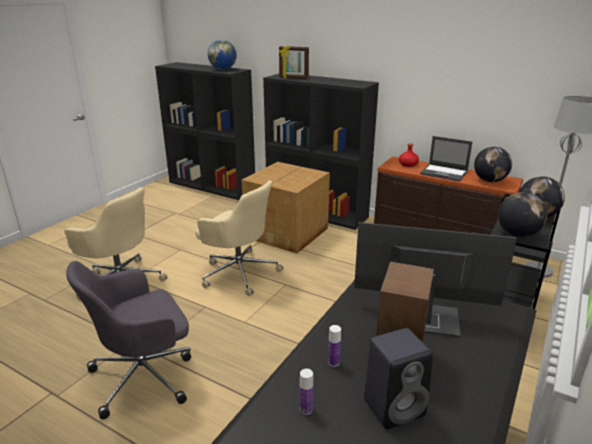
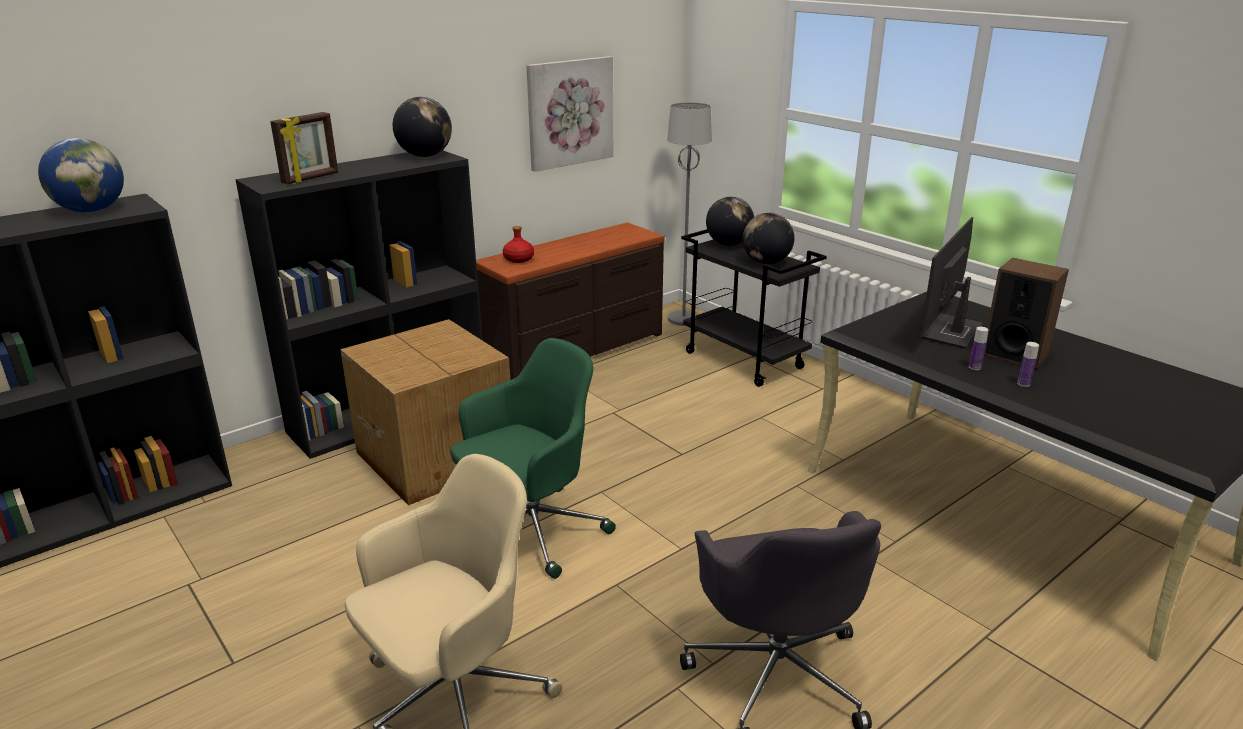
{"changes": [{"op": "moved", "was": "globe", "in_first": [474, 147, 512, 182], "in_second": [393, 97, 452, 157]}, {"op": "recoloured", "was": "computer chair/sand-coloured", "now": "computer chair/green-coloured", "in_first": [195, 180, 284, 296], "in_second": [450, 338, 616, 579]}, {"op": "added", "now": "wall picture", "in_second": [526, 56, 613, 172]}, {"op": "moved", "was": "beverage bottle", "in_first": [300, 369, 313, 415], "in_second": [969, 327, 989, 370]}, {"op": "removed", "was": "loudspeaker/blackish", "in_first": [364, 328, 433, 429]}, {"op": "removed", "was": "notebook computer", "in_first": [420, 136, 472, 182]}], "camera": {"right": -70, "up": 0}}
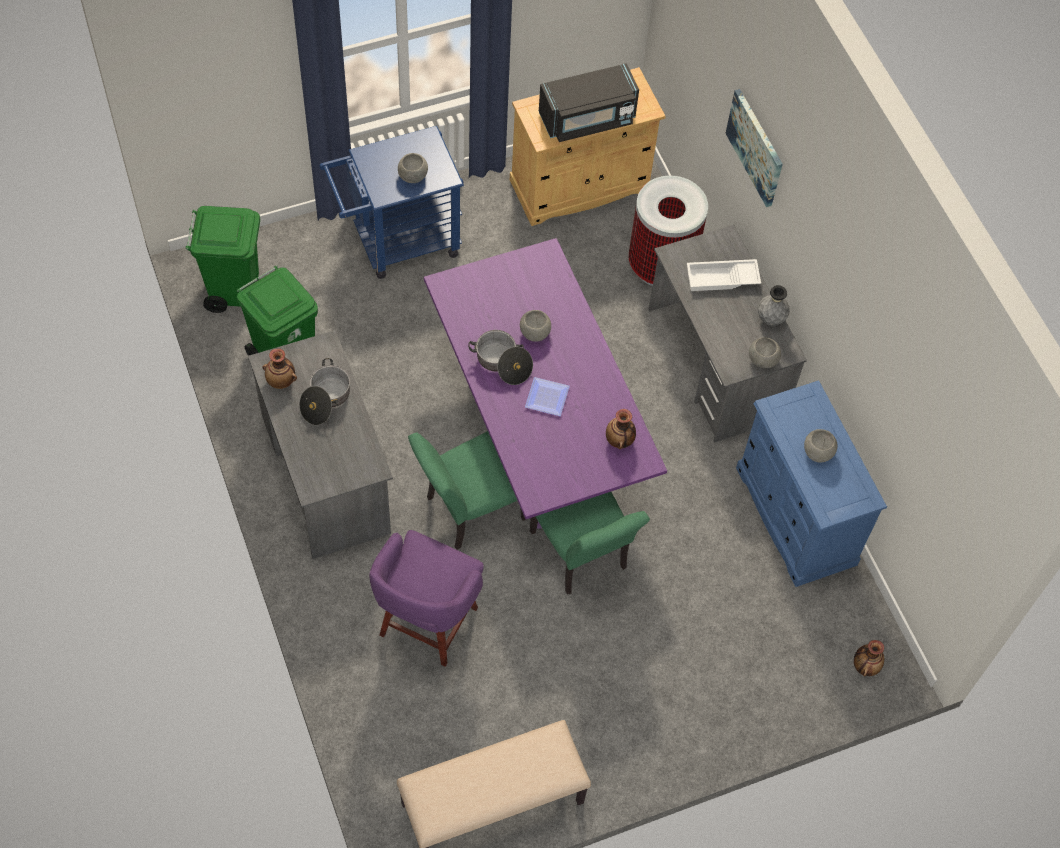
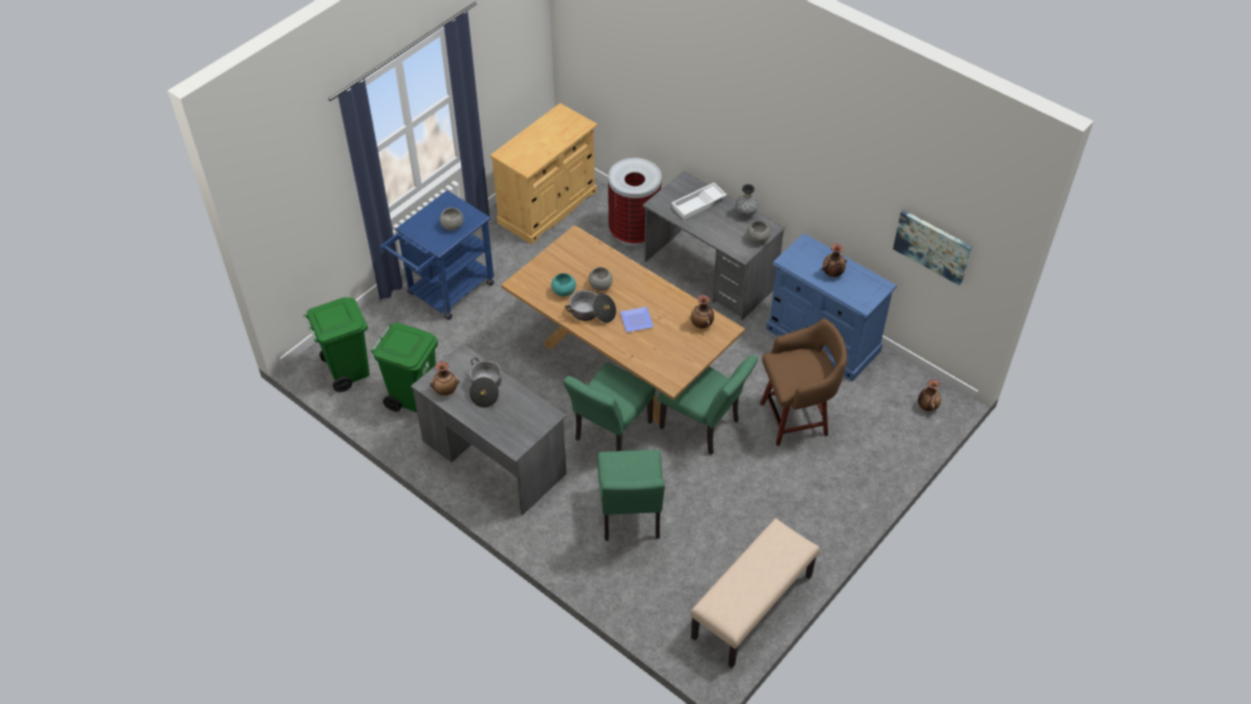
{"changes": [{"op": "recoloured", "was": "dining table/purplish", "now": "dining table/brownish", "in_first": [424, 238, 667, 528], "in_second": [501, 225, 745, 425]}, {"op": "added", "now": "bowl/turquoise-coloured", "in_second": [551, 273, 576, 296]}, {"op": "replaced", "was": "sitting stool/purplish", "now": "chair/green-coloured", "in_first": [369, 530, 484, 667], "in_second": [597, 450, 665, 541]}, {"op": "added", "now": "sitting stool/brownish", "in_second": [760, 318, 847, 446]}, {"op": "replaced", "was": "bowl/grey", "now": "flower vase", "in_first": [804, 429, 837, 463], "in_second": [822, 244, 847, 277]}, {"op": "moved", "was": "wall picture", "in_first": [725, 89, 783, 207], "in_second": [893, 210, 972, 286]}, {"op": "removed", "was": "microwave oven/blackish", "in_first": [539, 63, 639, 142]}], "camera": {"right": -25, "up": -10}}
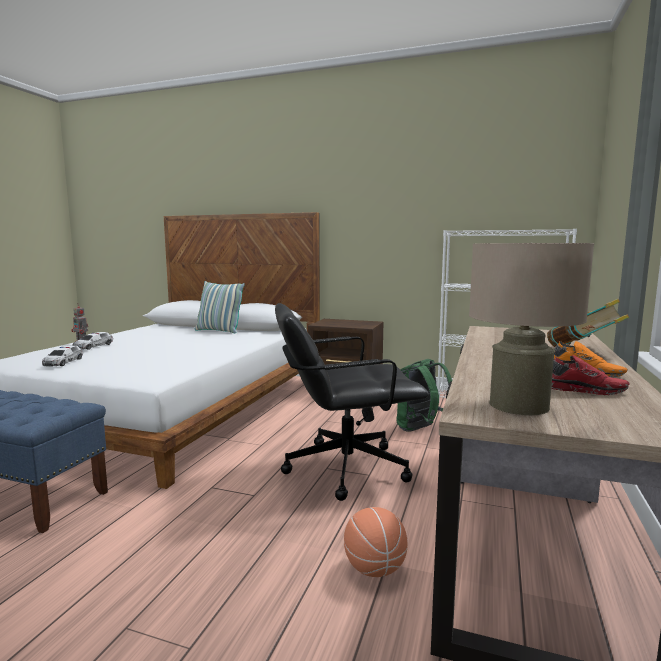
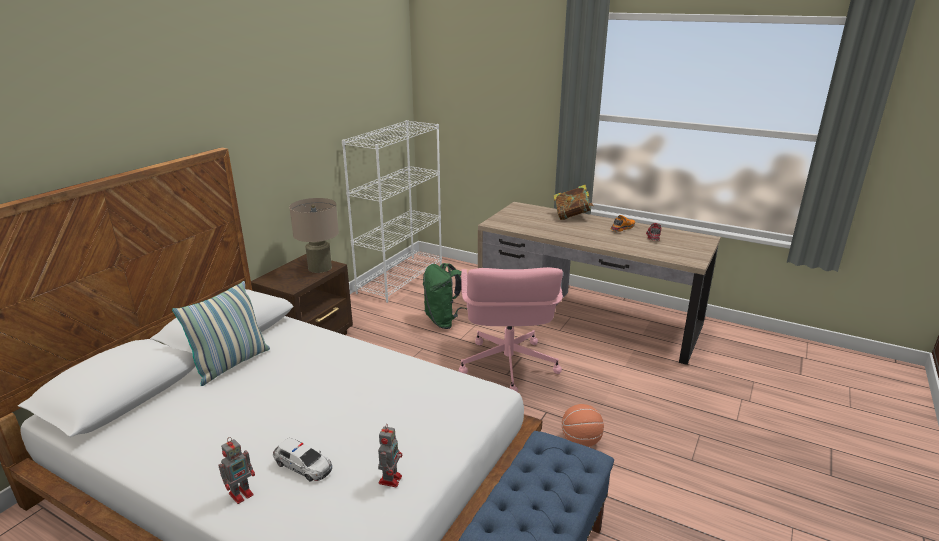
{"changes": [{"op": "moved", "was": "table lamp/sand-coloured", "in_first": [469, 243, 594, 415], "in_second": [289, 198, 339, 273]}, {"op": "replaced", "was": "model car", "now": "model robot", "in_first": [42, 345, 83, 366], "in_second": [378, 423, 402, 487]}, {"op": "recoloured", "was": "computer chair/blackish", "now": "computer chair/pink", "in_first": [275, 303, 429, 501], "in_second": [459, 267, 563, 392]}, {"op": "moved", "was": "basketball ball", "in_first": [344, 507, 407, 577], "in_second": [562, 404, 604, 447]}], "camera": {"right": -80, "up": 15}}
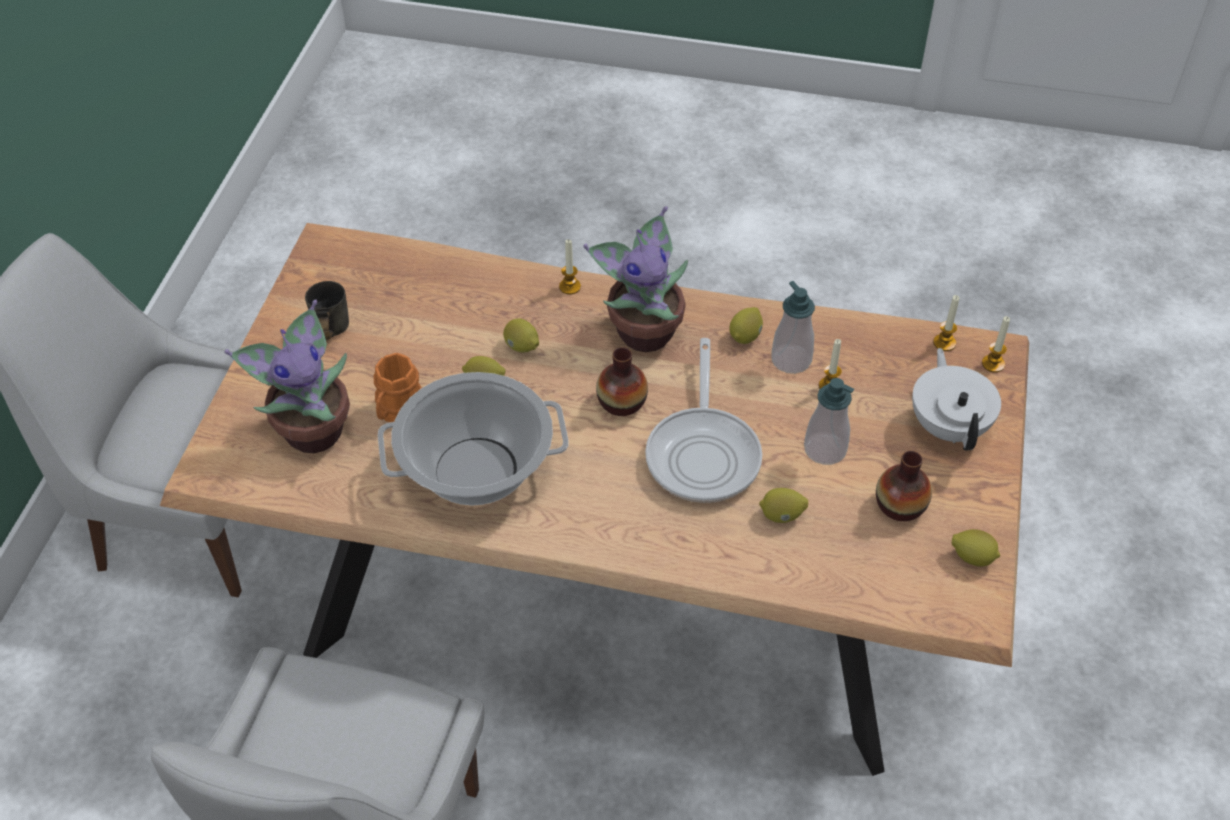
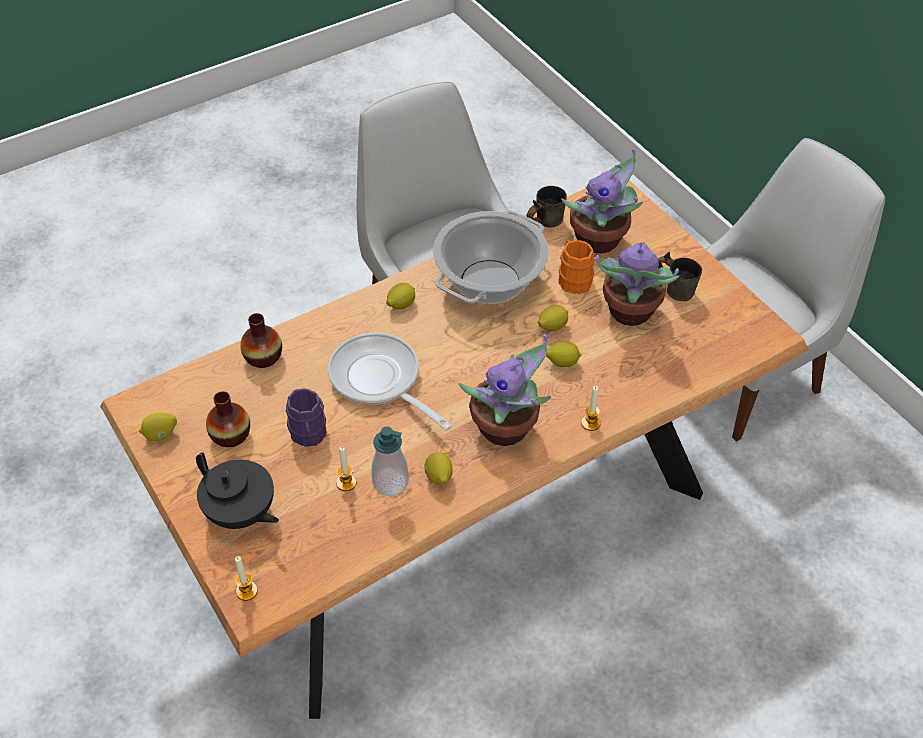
{"changes": [{"op": "recoloured", "was": "pot for tea/white", "now": "pot for tea/blackish", "in_first": [912, 348, 1001, 451], "in_second": [196, 452, 279, 529]}, {"op": "moved", "was": "flower vase", "in_first": [596, 347, 648, 416], "in_second": [240, 313, 282, 368]}, {"op": "replaced", "was": "soap bottle", "now": "tea mug/purplish", "in_first": [804, 378, 854, 465], "in_second": [286, 388, 327, 447]}, {"op": "moved", "was": "citrus fruit", "in_first": [759, 488, 808, 523], "in_second": [386, 283, 415, 309]}, {"op": "added", "now": "tea mug/grey", "in_second": [526, 186, 567, 228]}, {"op": "added", "now": "potted plant", "in_second": [596, 242, 679, 326]}, {"op": "removed", "was": "candle", "in_first": [933, 295, 959, 351]}], "camera": {"right": 135, "up": 0}}
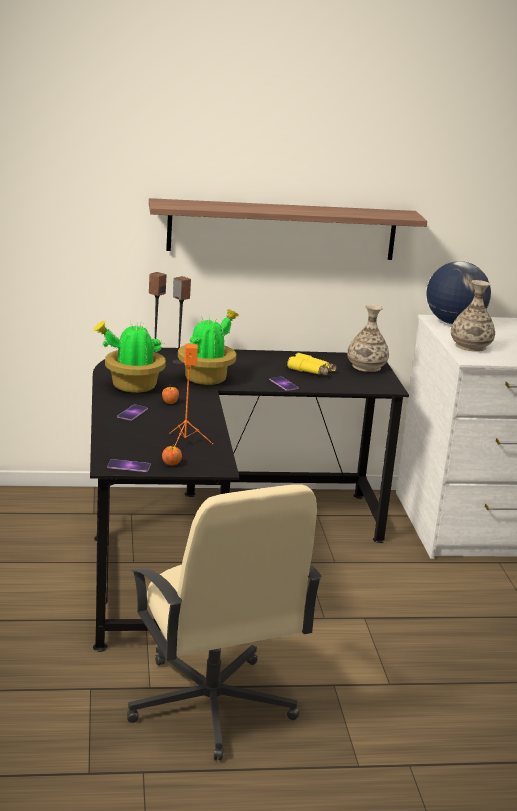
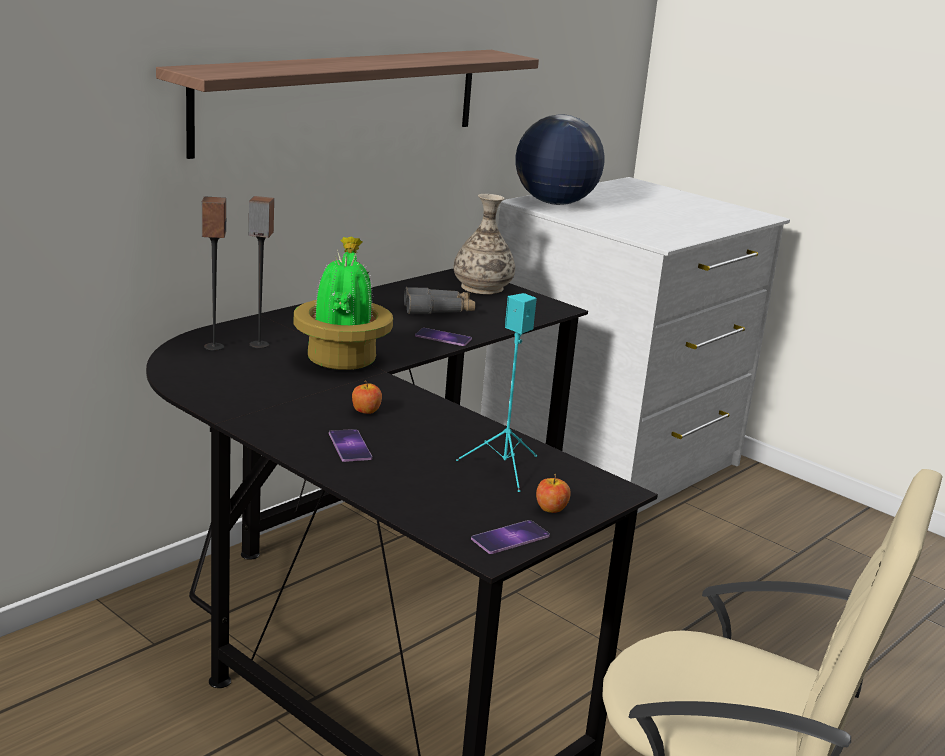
{"changes": [{"op": "recoloured", "was": "binoculars/yellow-coloured", "now": "binoculars/grey", "in_first": [287, 352, 337, 375], "in_second": [404, 287, 475, 314]}, {"op": "recoloured", "was": "loudspeaker/orange", "now": "loudspeaker/turquoise-coloured", "in_first": [169, 344, 213, 447], "in_second": [456, 293, 537, 492]}, {"op": "removed", "was": "potted plant", "in_first": [93, 320, 166, 393]}, {"op": "removed", "was": "flower vase", "in_first": [451, 280, 495, 351]}], "camera": {"right": -40, "up": 0}}
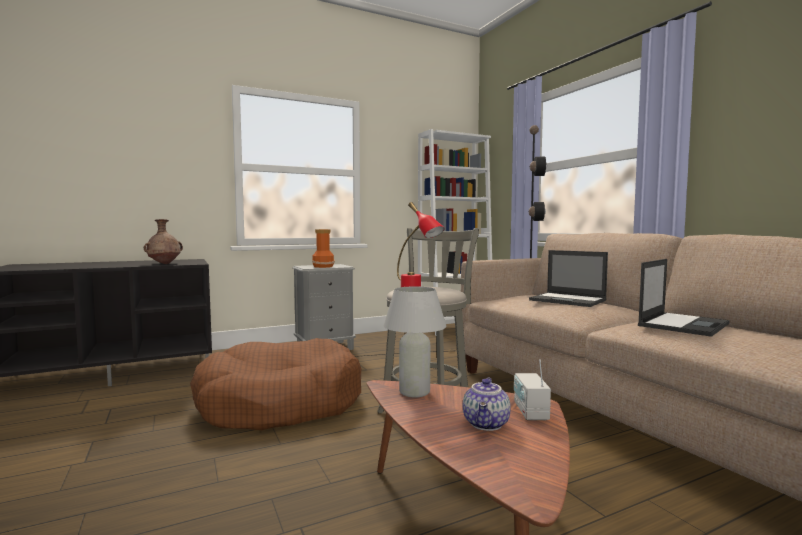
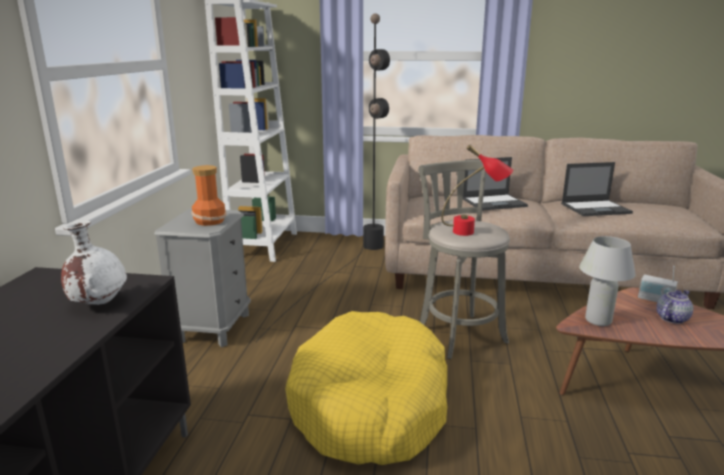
{"changes": [{"op": "recoloured", "was": "flower vase/brownish", "now": "flower vase/white", "in_first": [144, 219, 183, 264], "in_second": [61, 221, 127, 305]}, {"op": "recoloured", "was": "pet bed/brownish", "now": "pet bed/yellow-coloured", "in_first": [190, 338, 361, 430], "in_second": [285, 311, 447, 465]}, {"op": "turned", "was": "notebook computer", "in_first": [638, 259, 729, 337], "in_second": [561, 162, 633, 216], "clockwise": 90}, {"op": "turned", "was": "pot for tea", "in_first": [463, 377, 511, 431], "in_second": [656, 290, 693, 324], "clockwise": -90}], "camera": {"right": -55, "up": 15}}
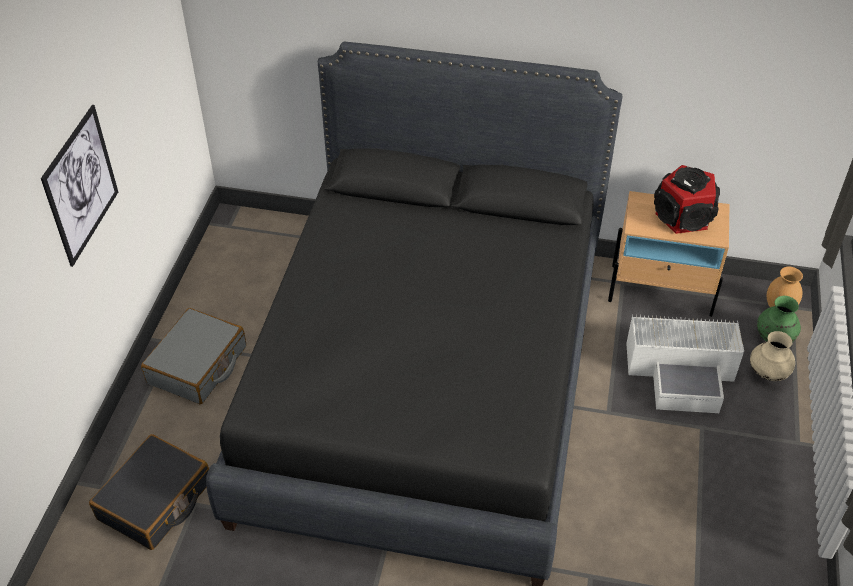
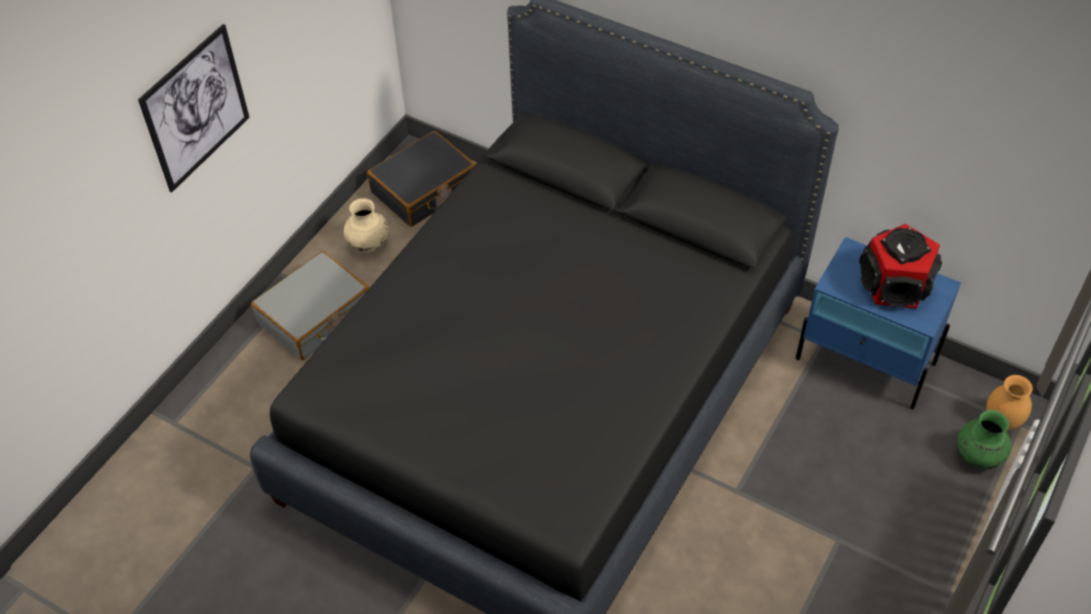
{"changes": [{"op": "moved", "was": "flower vase/sand-coloured", "in_first": [750, 331, 795, 381], "in_second": [344, 198, 389, 252]}, {"op": "moved", "was": "piece of luggage/blackish", "in_first": [89, 434, 209, 550], "in_second": [367, 131, 476, 227]}, {"op": "recoloured", "was": "bedside table/sand-coloured", "now": "bedside table/blue", "in_first": [608, 191, 729, 317], "in_second": [796, 237, 961, 409]}, {"op": "removed", "was": "storage bin/white", "in_first": [626, 314, 744, 413]}], "camera": {"right": 20, "up": 5}}
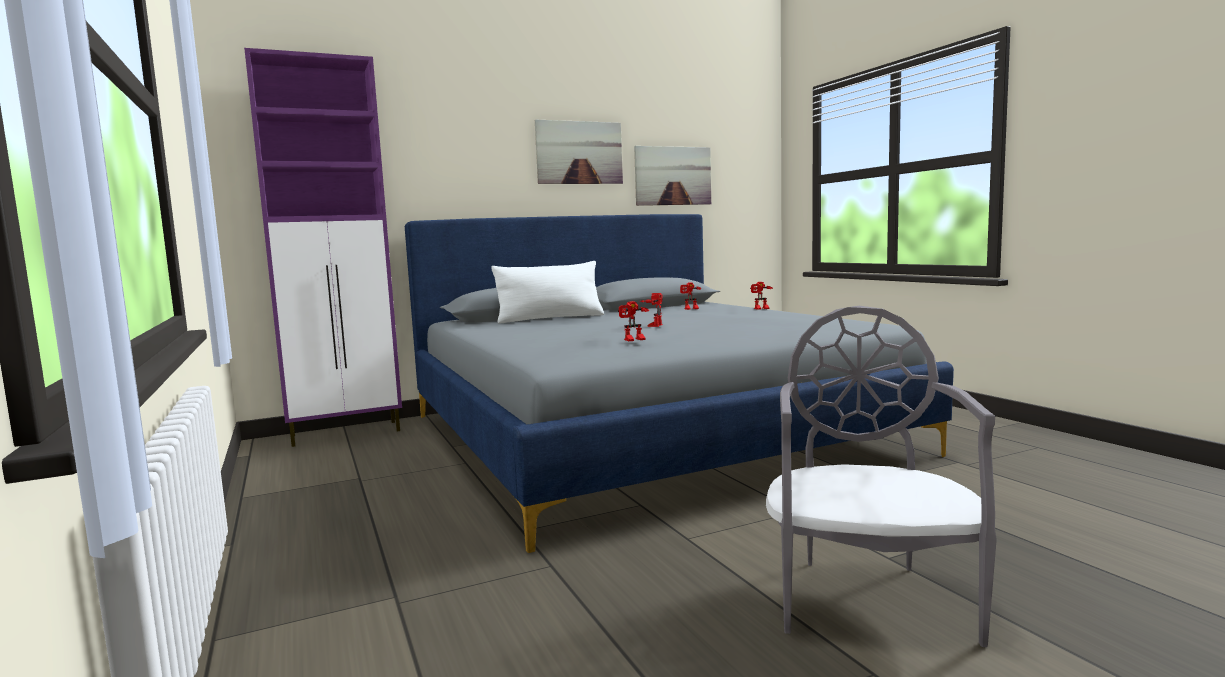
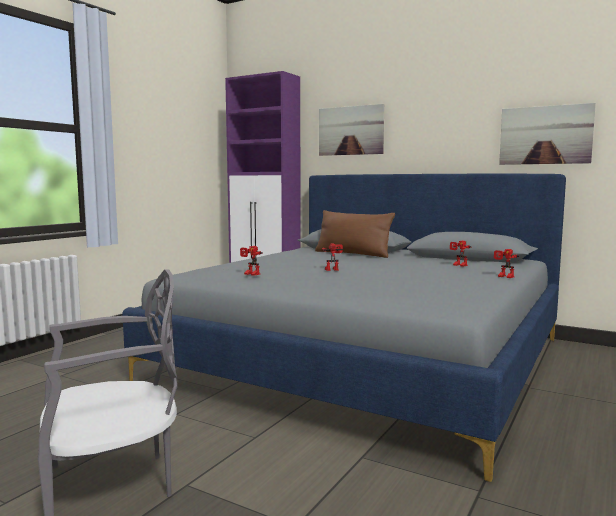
{"changes": [{"op": "recoloured", "was": "throw pillow/white", "now": "throw pillow/brownish", "in_first": [491, 261, 604, 323], "in_second": [315, 210, 395, 258]}, {"op": "moved", "was": "wall picture", "in_first": [535, 120, 623, 184], "in_second": [319, 104, 384, 156]}], "camera": {"right": 55, "up": 0}}
